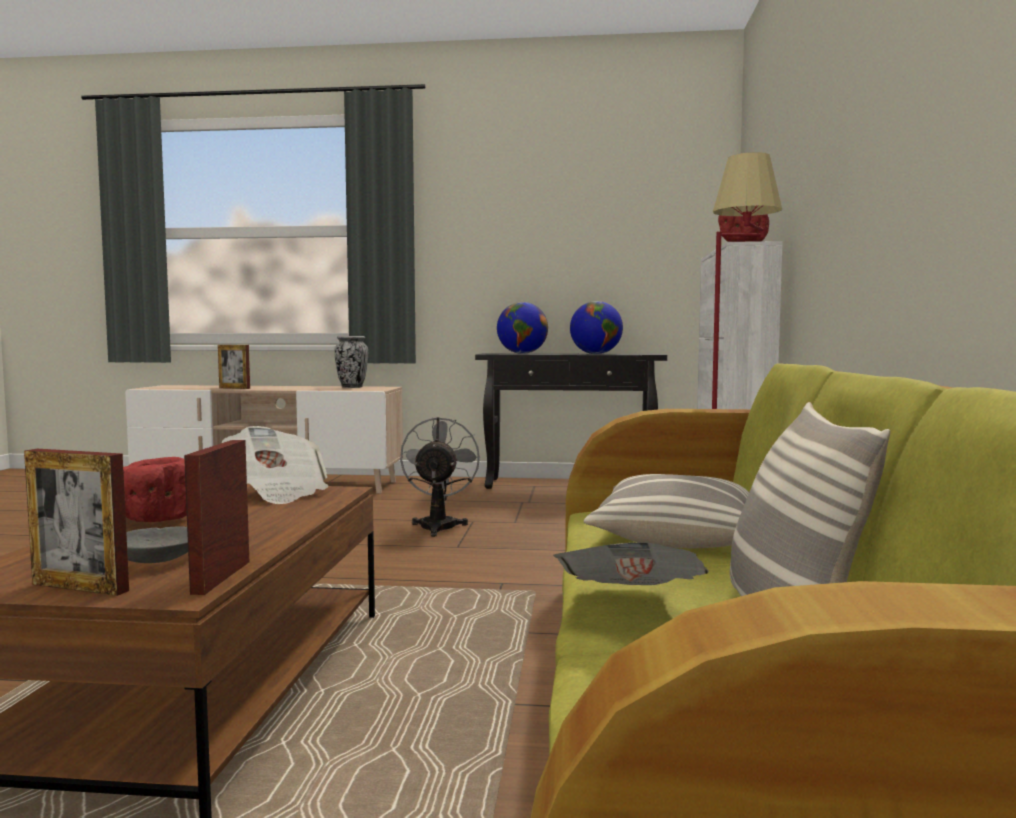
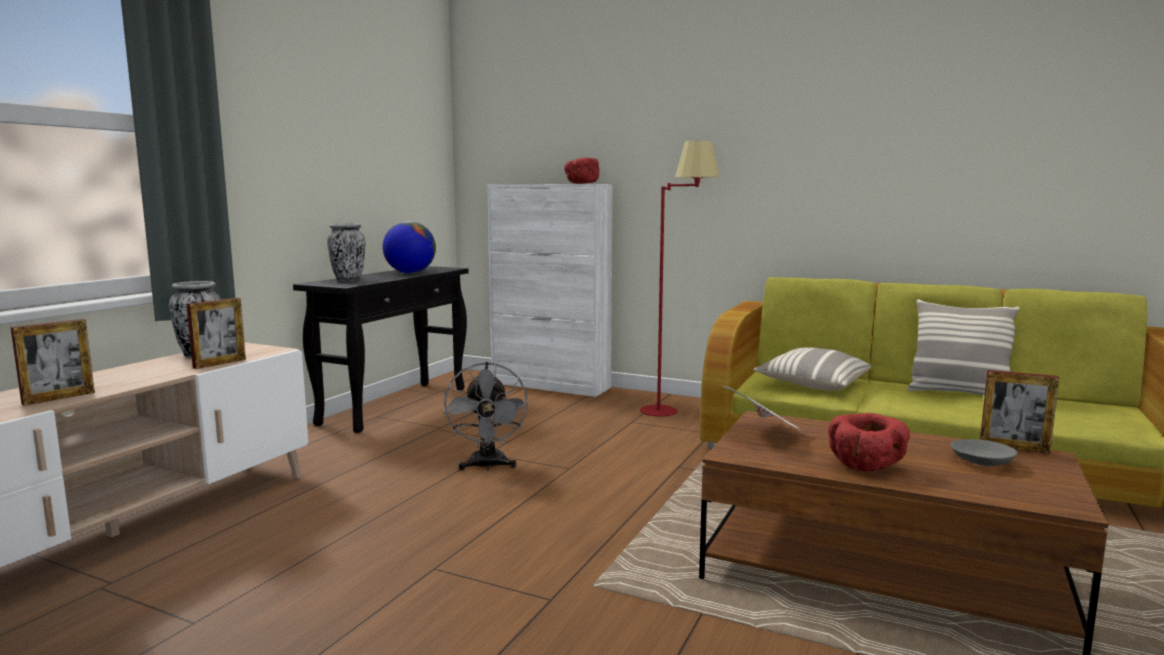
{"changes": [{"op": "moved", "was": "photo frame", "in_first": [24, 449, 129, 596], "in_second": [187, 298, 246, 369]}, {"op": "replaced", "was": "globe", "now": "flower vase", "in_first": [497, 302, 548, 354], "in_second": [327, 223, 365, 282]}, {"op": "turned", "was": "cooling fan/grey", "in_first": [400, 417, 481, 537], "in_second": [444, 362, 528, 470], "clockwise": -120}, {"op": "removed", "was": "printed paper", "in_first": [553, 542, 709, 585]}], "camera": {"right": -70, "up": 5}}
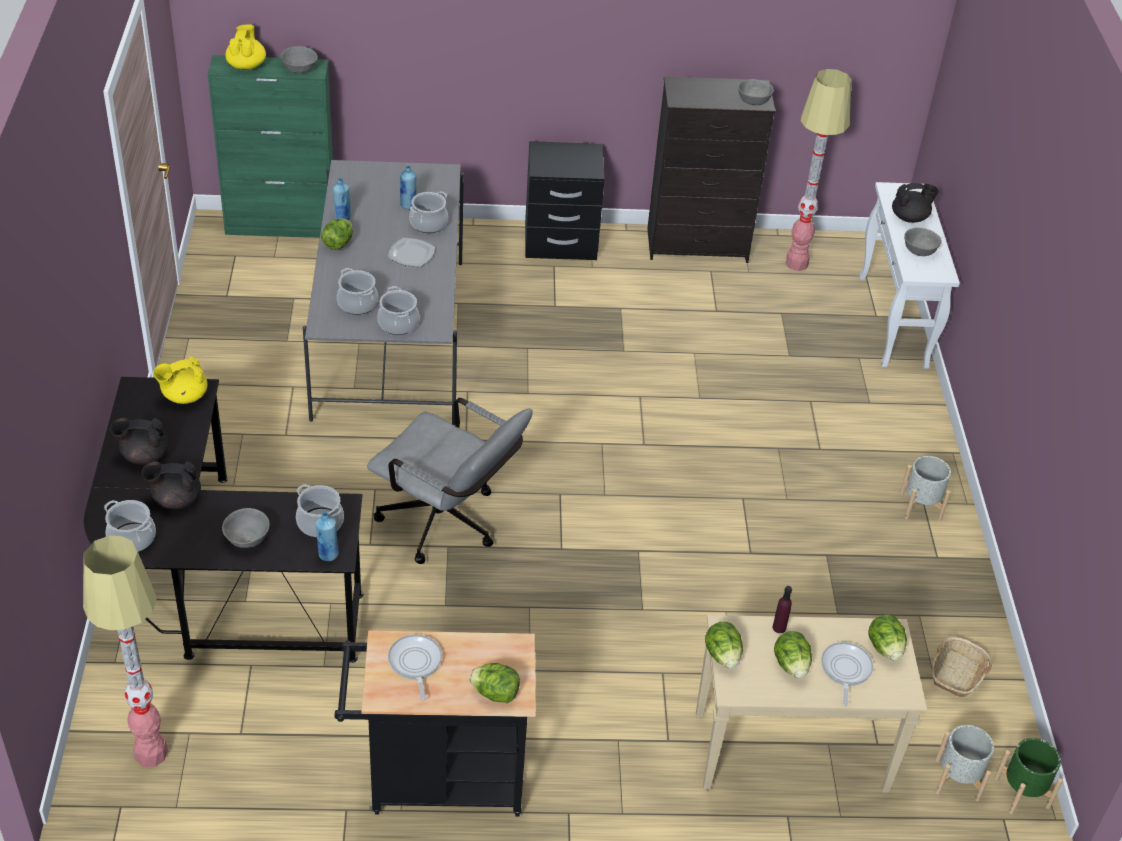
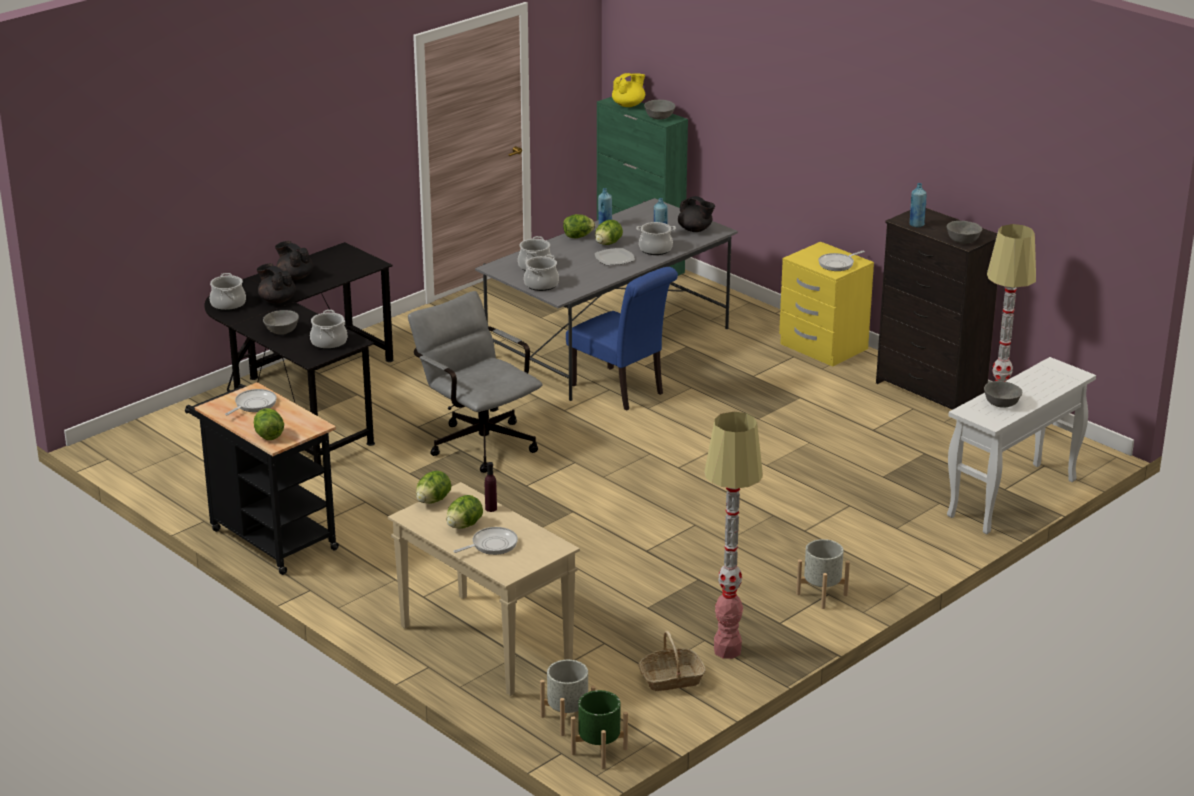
{"changes": [{"op": "turned", "was": "computer chair/grey", "in_first": [367, 398, 533, 564], "in_second": [408, 291, 543, 473], "clockwise": 150}, {"op": "added", "now": "chair/blue", "in_second": [566, 267, 678, 411]}, {"op": "moved", "was": "head of lettuce", "in_first": [869, 614, 907, 661], "in_second": [595, 220, 623, 245]}, {"op": "moved", "was": "pot for tea/blackish", "in_first": [892, 183, 939, 223], "in_second": [678, 196, 715, 232]}, {"op": "moved", "was": "standard lamp", "in_first": [83, 536, 168, 767], "in_second": [704, 412, 763, 659]}, {"op": "recoloured", "was": "bedside table/blackish", "now": "bedside table/yellow-coloured", "in_first": [525, 141, 605, 260], "in_second": [779, 242, 874, 367]}, {"op": "added", "now": "skillet", "in_second": [818, 251, 865, 271]}, {"op": "moved", "was": "beverage bottle/blue", "in_first": [316, 512, 339, 561], "in_second": [910, 183, 927, 228]}, {"op": "removed", "was": "pot for tea/yellow-coloured", "in_first": [153, 356, 207, 404]}], "camera": {"right": 50, "up": -15}}
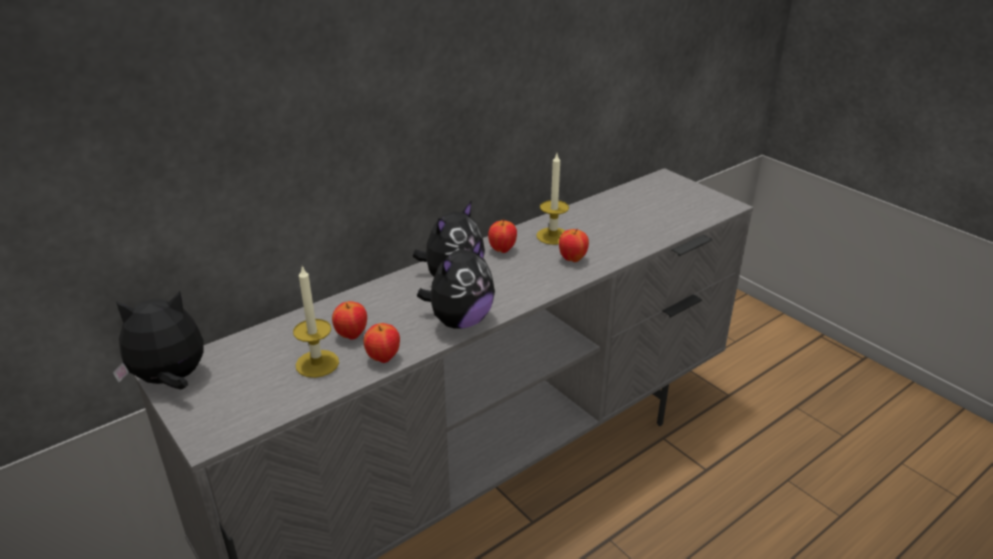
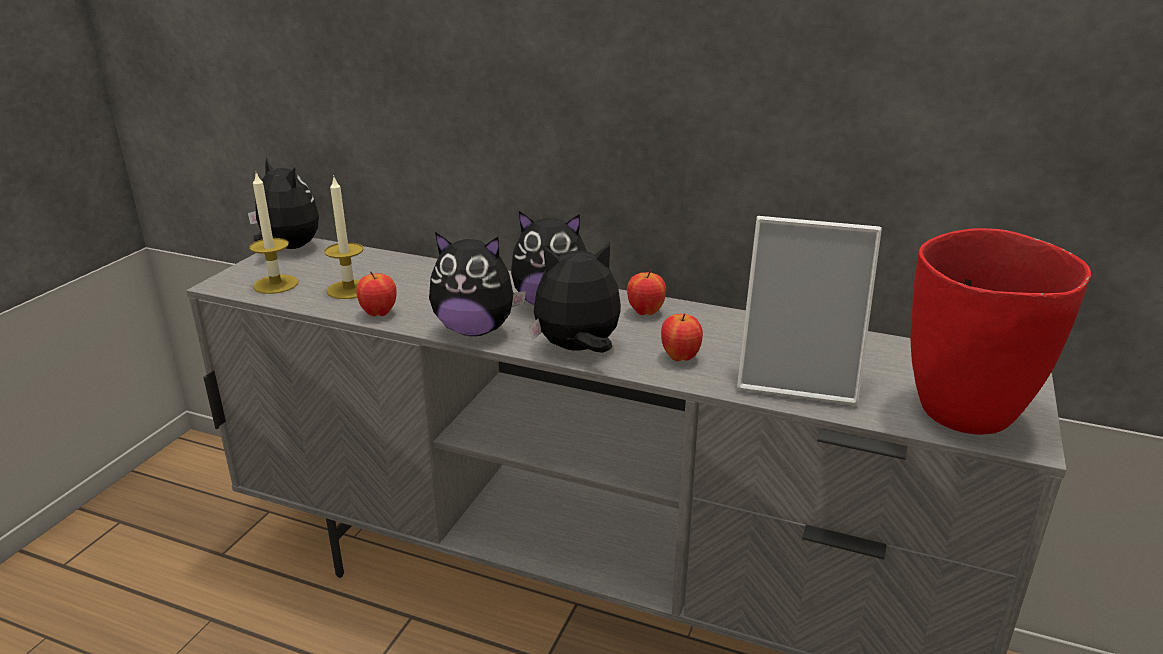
{"changes": [{"op": "moved", "was": "candle", "in_first": [536, 153, 569, 245], "in_second": [249, 171, 298, 294]}, {"op": "added", "now": "plush toy", "in_second": [529, 242, 621, 353]}, {"op": "added", "now": "photo frame", "in_second": [737, 216, 882, 406]}, {"op": "added", "now": "flower vase/red", "in_second": [911, 228, 1091, 435]}, {"op": "removed", "was": "apple", "in_first": [332, 301, 367, 340]}], "camera": {"right": 60, "up": -5}}
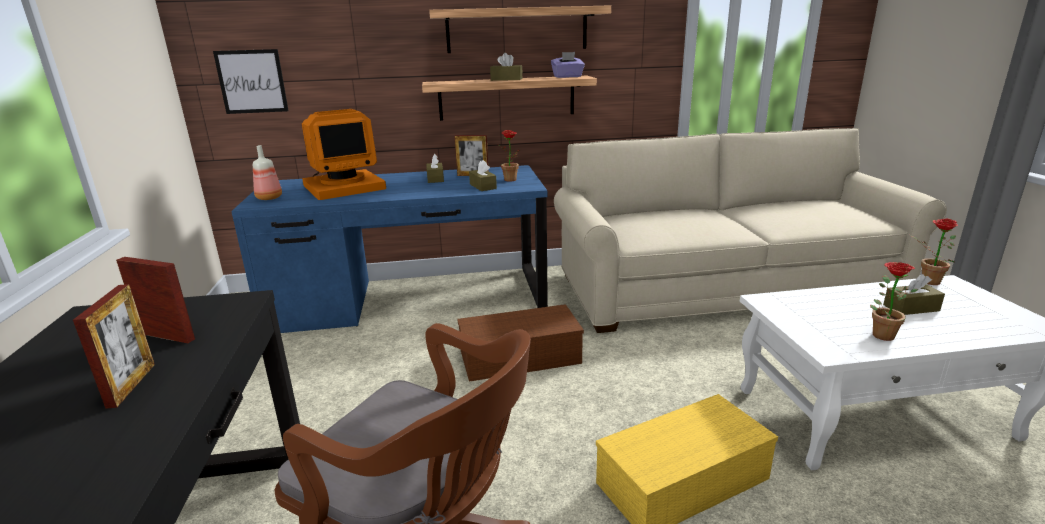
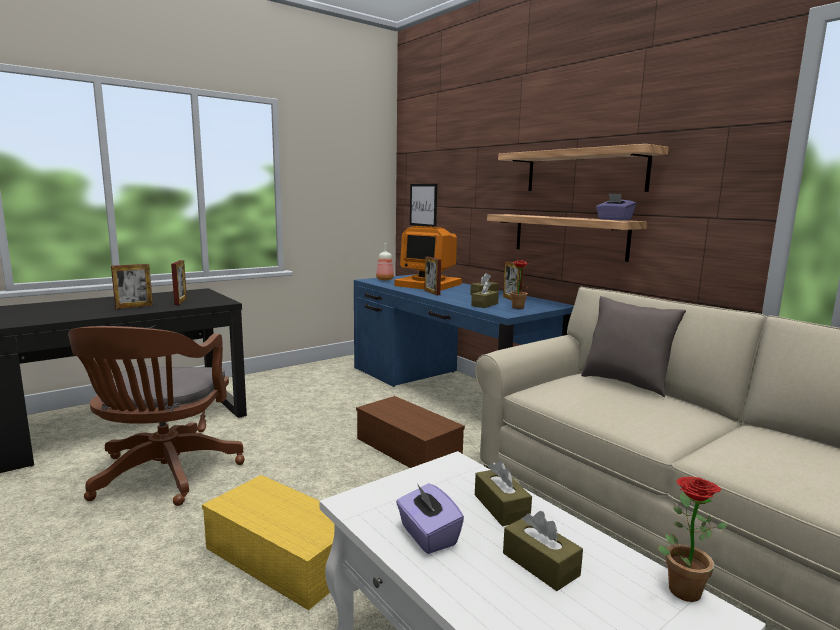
{"changes": [{"op": "replaced", "was": "potted plant", "now": "tissue holder/purplish", "in_first": [870, 262, 919, 341], "in_second": [396, 483, 464, 554]}, {"op": "added", "now": "photo frame", "in_second": [424, 256, 441, 295]}, {"op": "moved", "was": "tissue holder/brownish", "in_first": [490, 53, 522, 81], "in_second": [475, 461, 532, 526]}, {"op": "added", "now": "throw pillow/grey", "in_second": [581, 296, 686, 397]}], "camera": {"right": 60, "up": -10}}
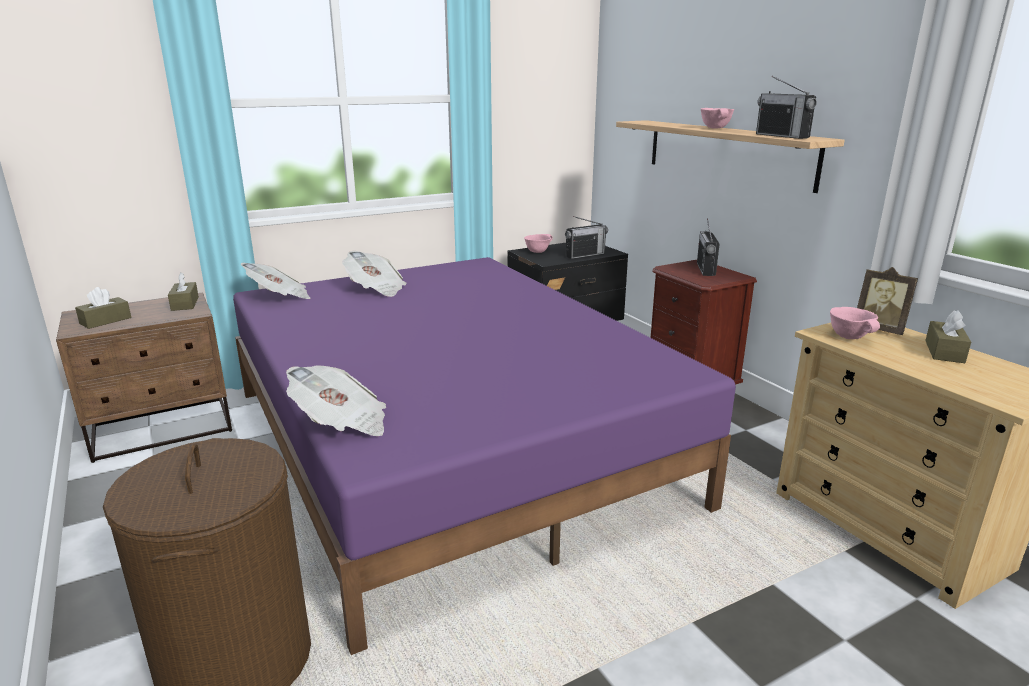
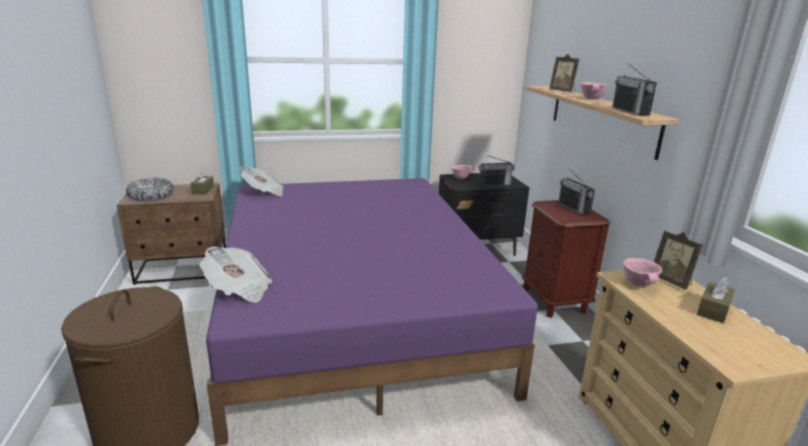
{"changes": [{"op": "replaced", "was": "tissue holder/brownish", "now": "bowl", "in_first": [75, 287, 131, 329], "in_second": [126, 178, 174, 201]}, {"op": "added", "now": "photo frame", "in_second": [549, 54, 579, 93]}, {"op": "turned", "was": "radio receiver", "in_first": [697, 218, 720, 276], "in_second": [558, 168, 595, 215], "clockwise": -45}, {"op": "removed", "was": "printed paper", "in_first": [342, 251, 407, 297]}], "camera": {"right": 15, "up": 0}}
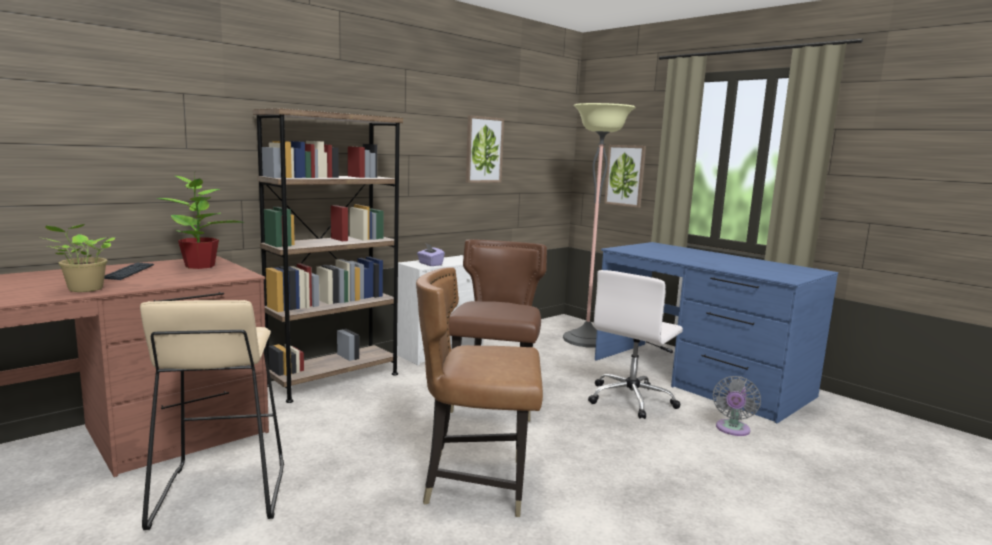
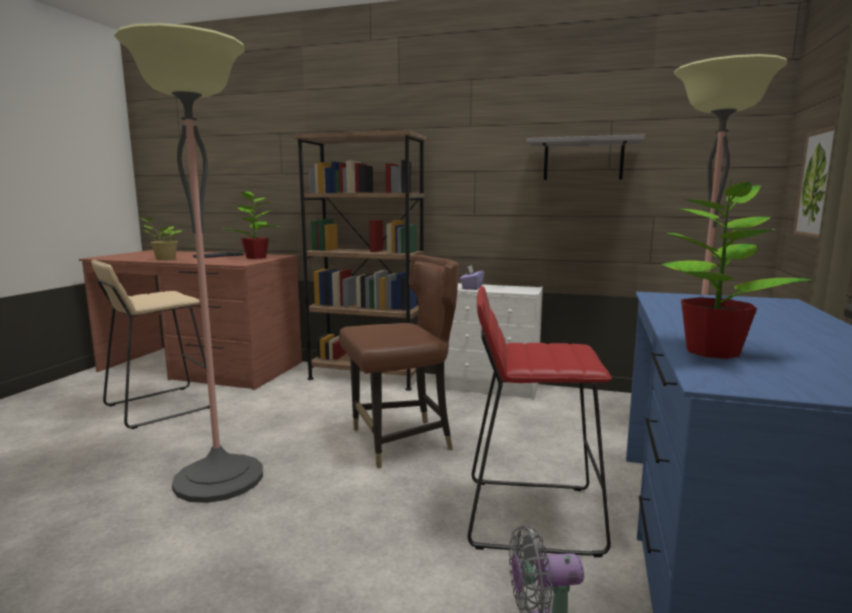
{"changes": [{"op": "replaced", "was": "chair/brownish", "now": "standard lamp", "in_first": [416, 267, 543, 517], "in_second": [114, 23, 263, 503]}, {"op": "replaced", "was": "computer chair/white", "now": "sitting stool/red", "in_first": [588, 270, 683, 419], "in_second": [468, 286, 612, 557]}, {"op": "replaced", "was": "wall picture", "now": "bracket shelf/grey", "in_first": [466, 116, 504, 183], "in_second": [526, 135, 645, 180]}, {"op": "added", "now": "potted plant", "in_second": [660, 173, 812, 359]}], "camera": {"right": 60, "up": 0}}
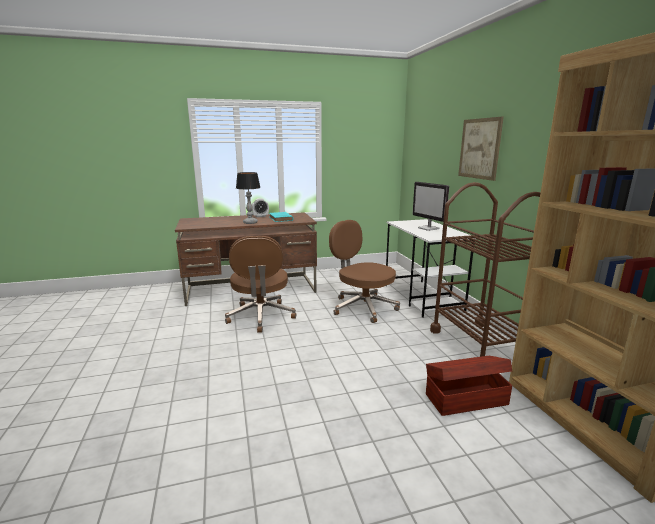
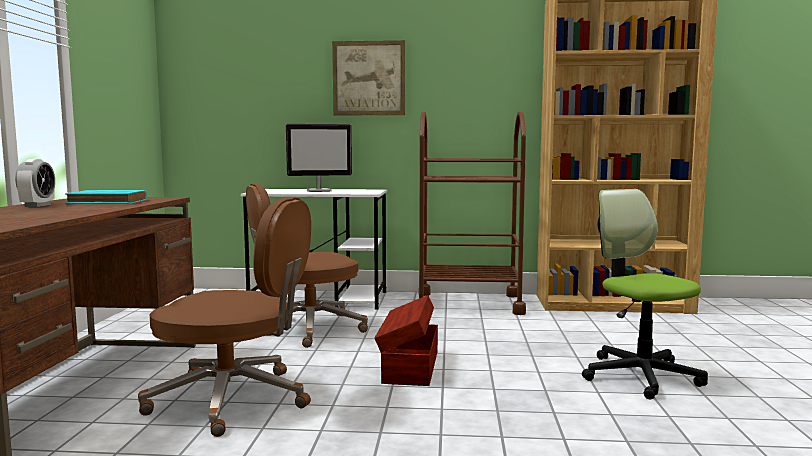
{"changes": [{"op": "moved", "was": "storage bin/brownish", "in_first": [426, 356, 513, 416], "in_second": [374, 295, 438, 386]}, {"op": "added", "now": "computer chair", "in_second": [582, 189, 708, 399]}, {"op": "removed", "was": "table lamp", "in_first": [236, 172, 261, 224]}], "camera": {"right": -70, "up": -10}}
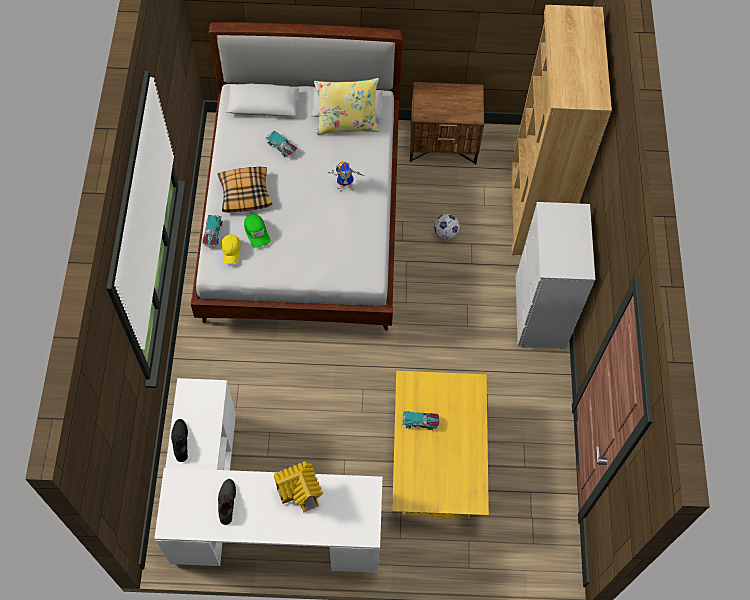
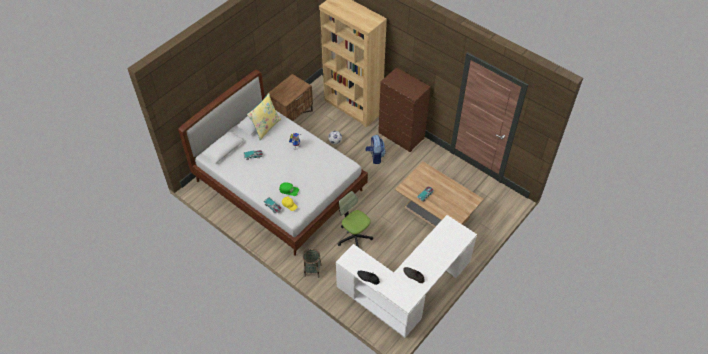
{"changes": [{"op": "added", "now": "storage basket", "in_second": [303, 248, 321, 278]}, {"op": "added", "now": "computer chair", "in_second": [337, 191, 373, 247]}, {"op": "added", "now": "rucksack", "in_second": [366, 135, 386, 164]}, {"op": "recoloured", "was": "dresser/white", "now": "dresser/brownish", "in_first": [516, 202, 595, 349], "in_second": [378, 67, 431, 152]}, {"op": "recoloured", "was": "low table/yellow-coloured", "now": "low table/brownish", "in_first": [392, 371, 489, 518], "in_second": [395, 162, 484, 228]}, {"op": "removed", "was": "throw pillow", "in_first": [217, 167, 272, 213]}, {"op": "removed", "was": "miniature house", "in_first": [274, 461, 323, 513]}], "camera": {"right": -50, "up": -10}}
